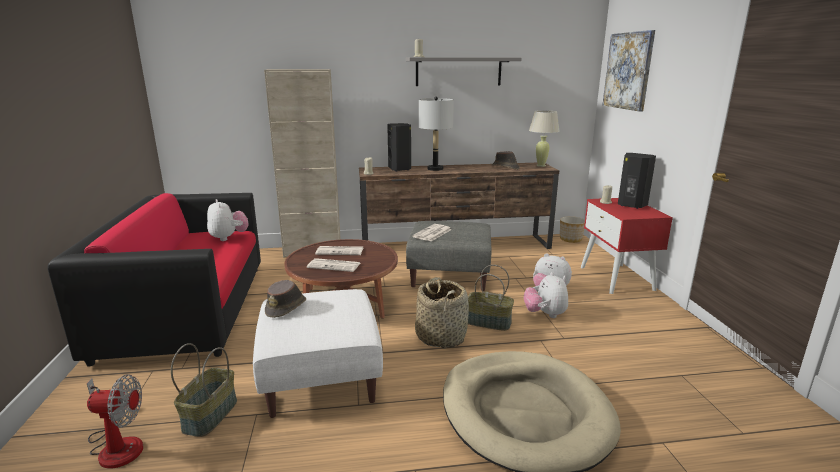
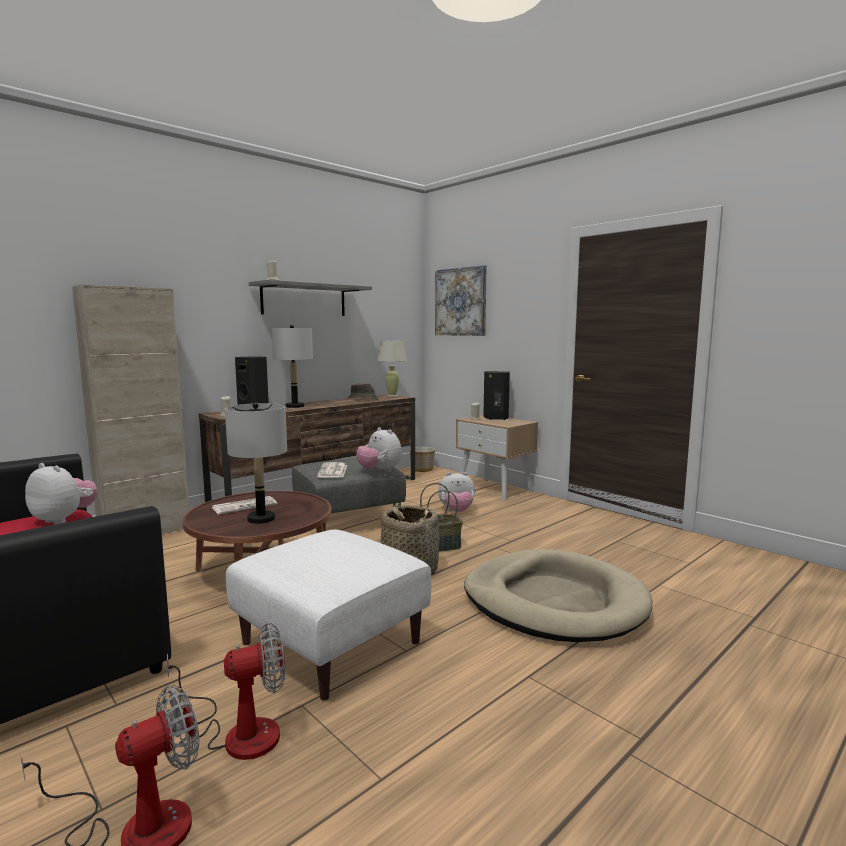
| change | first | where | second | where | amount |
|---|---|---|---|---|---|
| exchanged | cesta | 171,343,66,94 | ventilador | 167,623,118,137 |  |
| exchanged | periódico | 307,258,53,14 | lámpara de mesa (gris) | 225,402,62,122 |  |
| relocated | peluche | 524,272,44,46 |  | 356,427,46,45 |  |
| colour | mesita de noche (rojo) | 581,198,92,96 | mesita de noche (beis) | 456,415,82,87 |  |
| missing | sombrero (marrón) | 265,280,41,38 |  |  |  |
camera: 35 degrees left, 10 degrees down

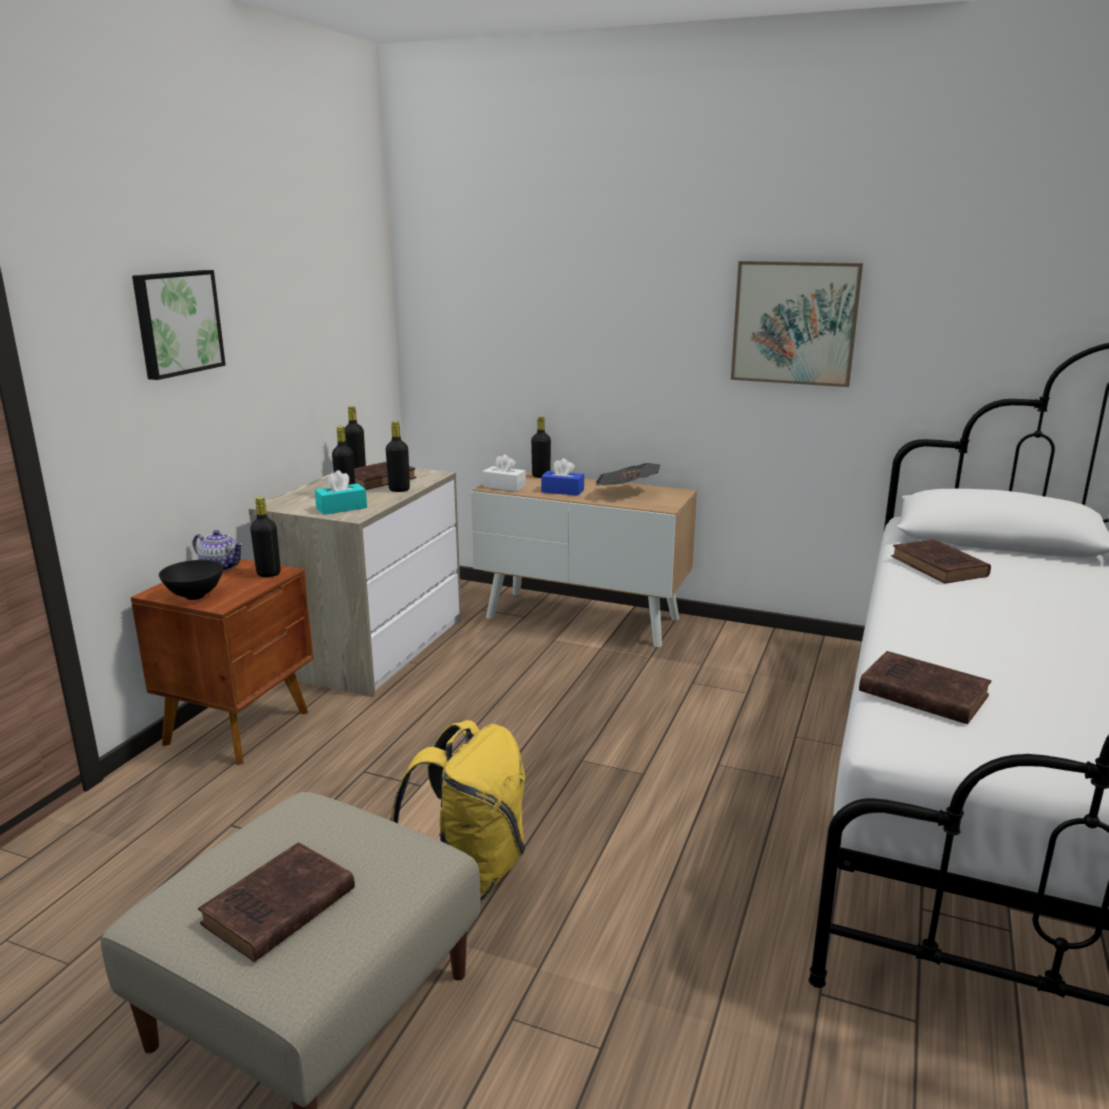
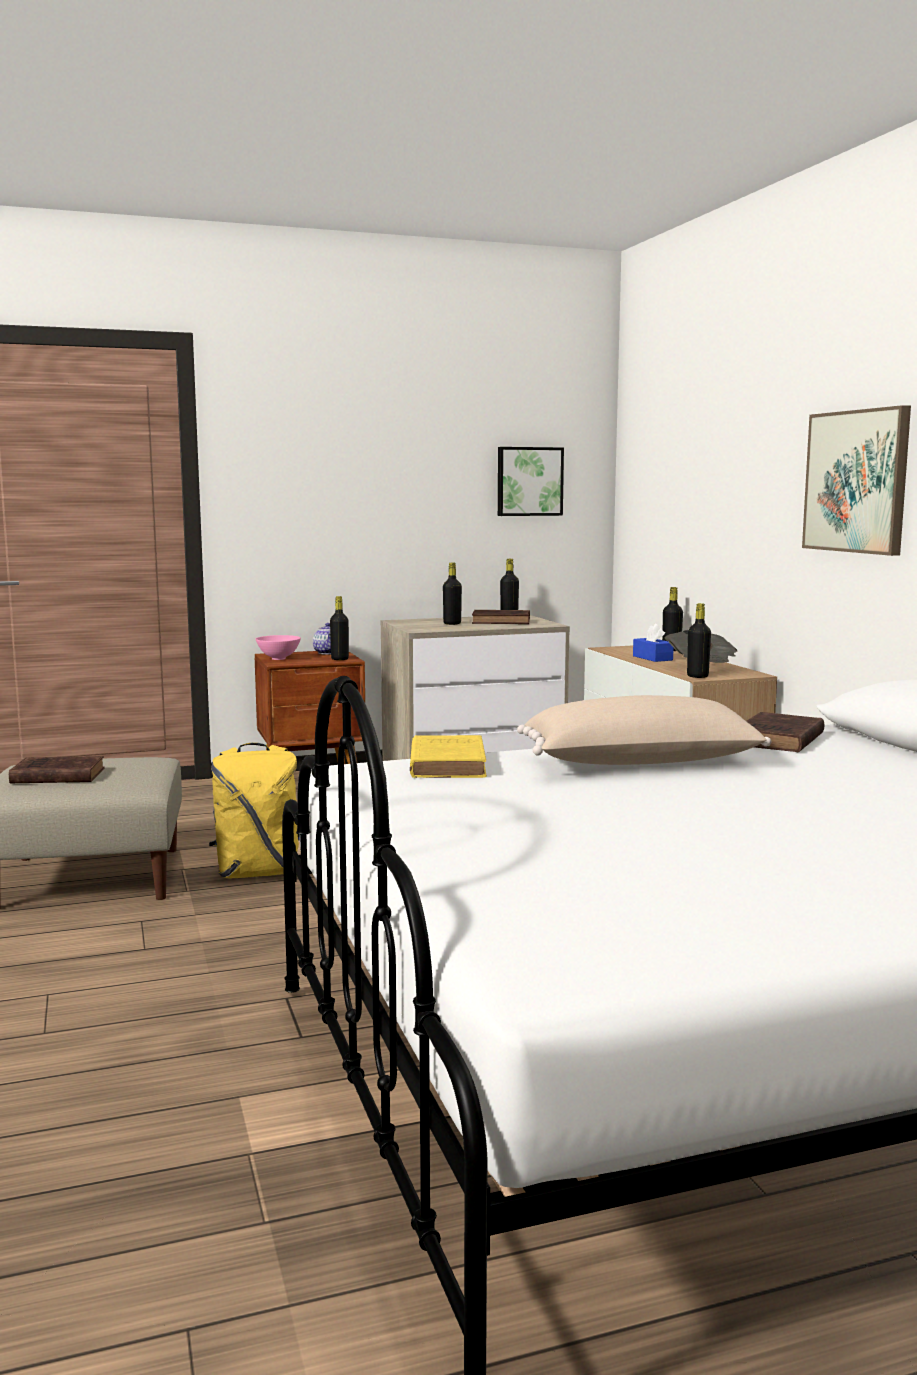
| change | first | where | second | where | amount |
|---|---|---|---|---|---|
| colour | cuenco (negro) | 159,560,64,40 | cuenco (rosa) | 256,635,45,25 |  |
| colour | libro (marrón) | 859,651,133,73 | libro (amarillo) | 410,735,77,43 |  |
| relocated | cuadro | 132,270,94,110 |  | 498,447,66,69 |  |
| appeared |  |  | cojín (beis) | 517,695,254,70 |  |
| relocated | botella (negro) | 386,421,24,71 |  | 687,603,24,75 |  |
| missing | caja de pañuelos (turquesa) | 315,470,52,45 |  |  |  |
| missing | caja de pañuelos (blanco) | 482,454,44,38 |  |  |  |
camera: 50 degrees right, 10 degrees down

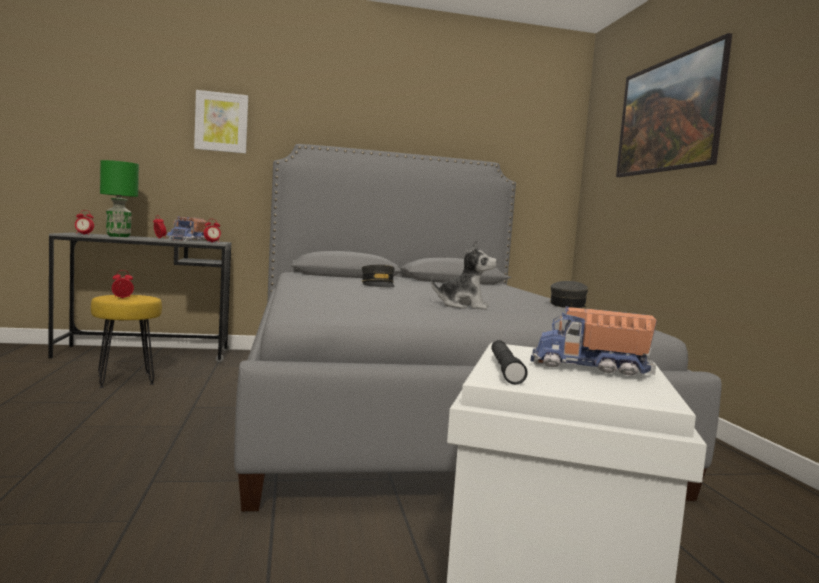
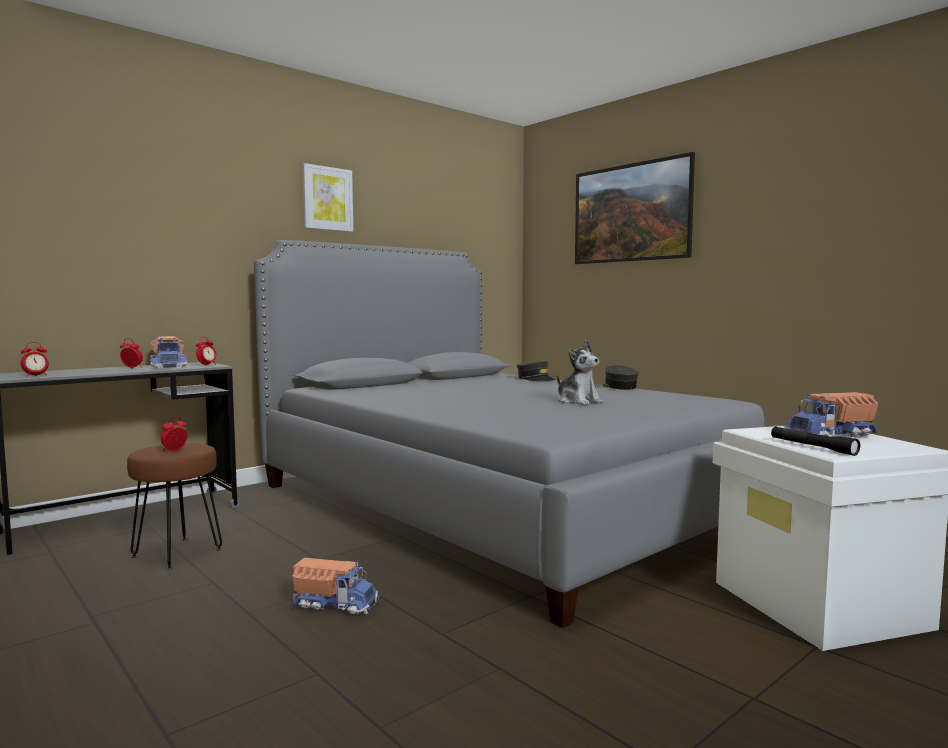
| change | first | where | second | where | amount |
|---|---|---|---|---|---|
| colour | taburete (amarillo) | 91,295,71,93 | taburete (marrón) | 127,443,95,126 |  |
| appeared |  |  | camión de juguete | 292,558,88,56 |  |
| relocated | cuadro | 194,90,54,64 |  | 302,163,51,69 |  |
| relocated | gorra (gris) | 362,264,33,23 |  | 517,361,38,20 |  |
| spun | peluche | 431,240,66,70 |  | 557,340,46,65 | 75 degrees clockwise |
| missing | lámpara de mesa (verde) | 100,160,39,77 |  |  |  |
camera: 30 degrees left, 0 degrees up

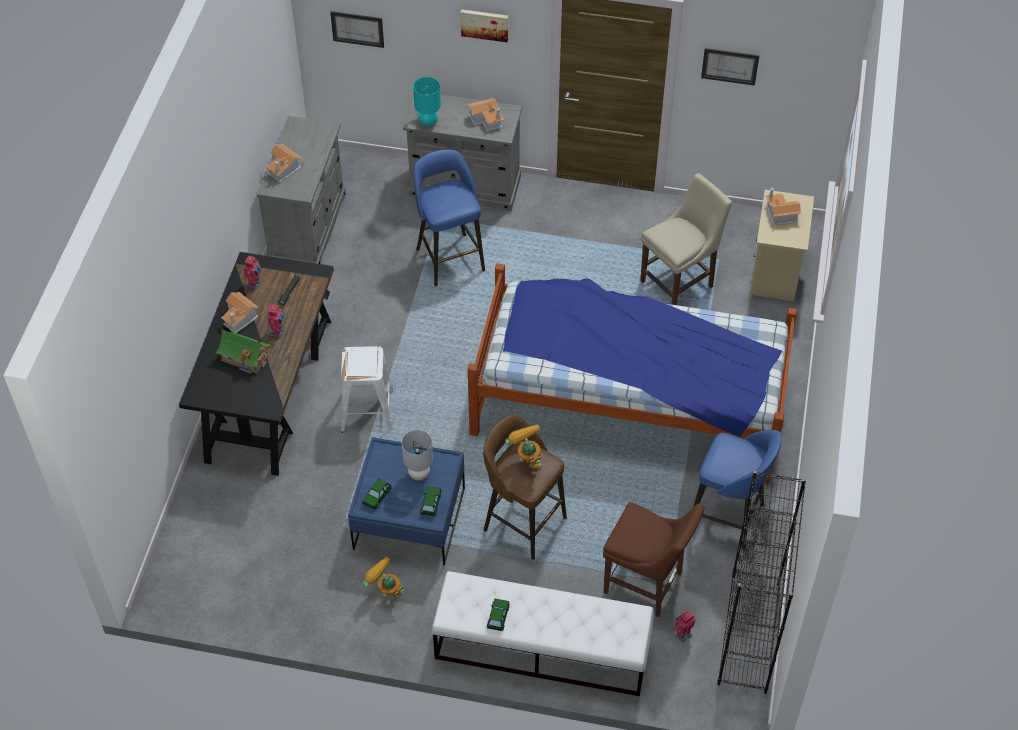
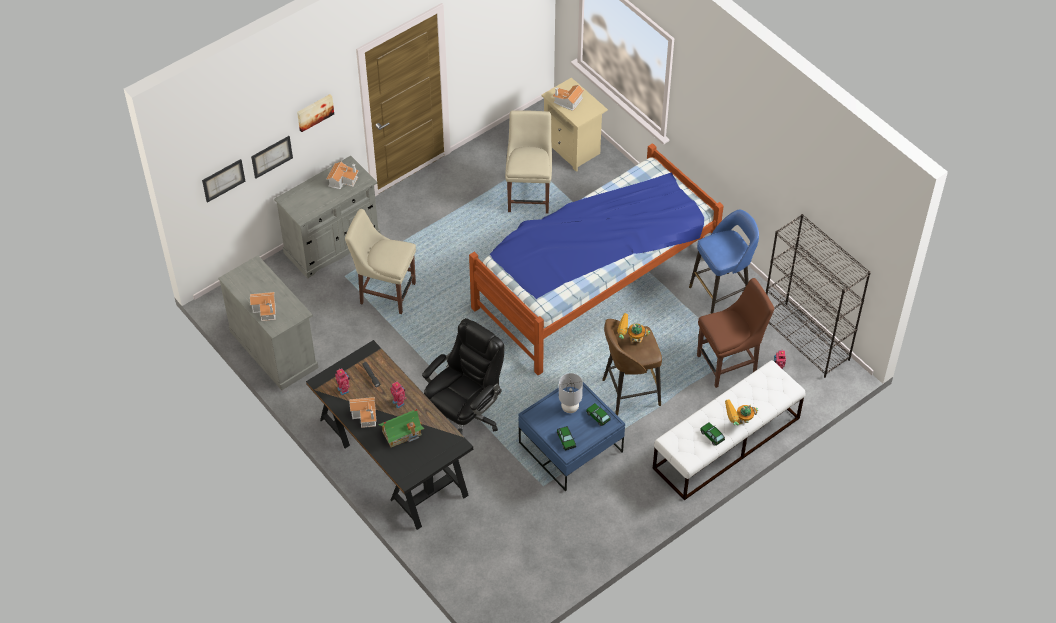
| change | first | where | second | where | amount |
|---|---|---|---|---|---|
| relocated | cuadro | 701,48,58,37 |  | 251,136,42,43 |  |
| exchanged | taburete (azul) | 414,150,71,136 | silla (beis) | 345,209,71,105 |  |
| exchanged | taburete (blanco) | 341,346,53,86 | silla de oficina (negro) | 422,318,82,116 |  |
| relocated | robot de juguete | 363,557,41,42 |  | 725,399,33,26 |  |
| missing | lámpara de mesa (turquesa) | 413,77,28,49 |  |  |  |
camera: 50 degrees left, 0 degrees up

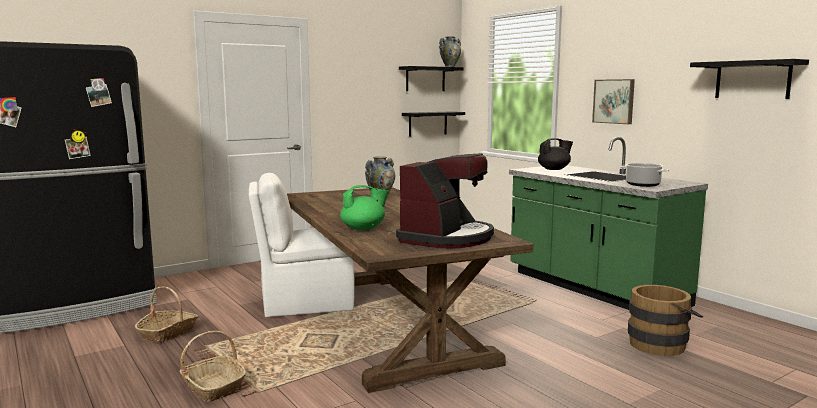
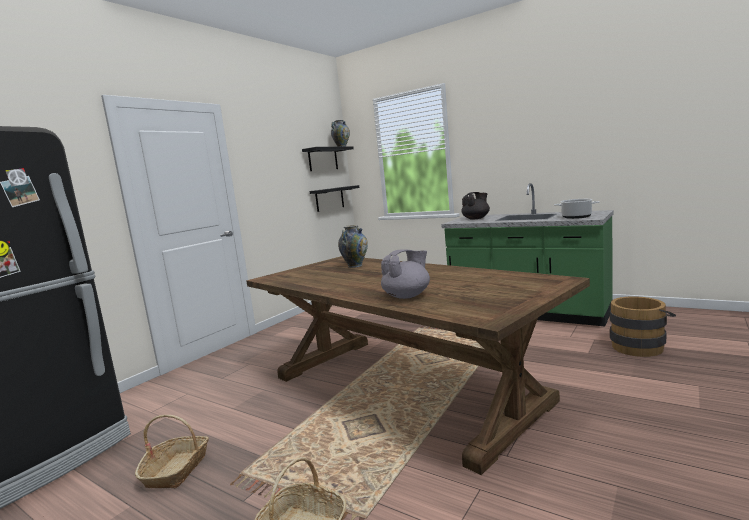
| change | first | where | second | where | amount |
|---|---|---|---|---|---|
| colour | tetera (verde) | 340,185,49,45 | tetera (gris) | 381,249,49,50 |  |
| missing | silla (blanco) | 249,173,106,144 |  |  |  |
| missing | cafetera | 396,153,98,96 |  |  |  |
| missing | cuadro | 592,79,43,45 |  |  |  |
| missing | estante (negro) | 690,59,119,40 |  |  |  |
camera: 20 degrees left, 0 degrees up

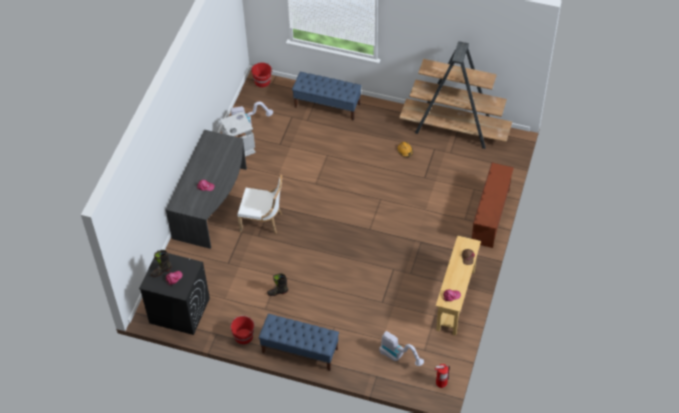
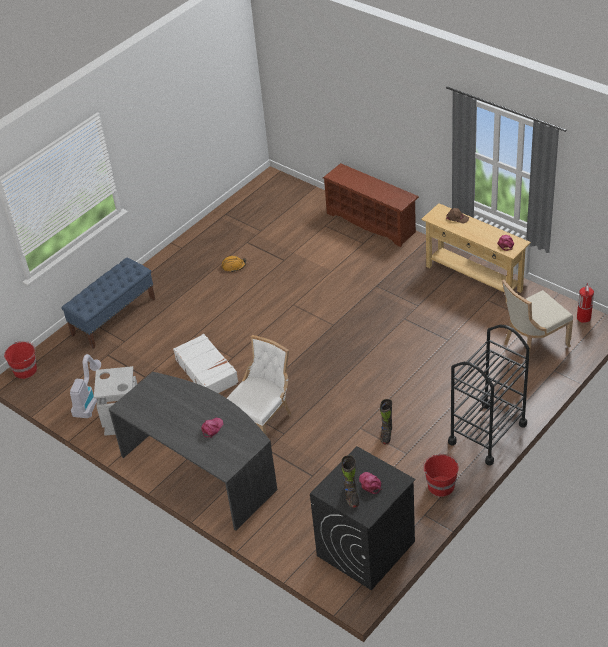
| change | first | where | second | where | amount |
|---|---|---|---|---|---|
| appeared |  |  | maleta (blanco) | 173,334,66,59 |  |
| exchanged | banco (azul) | 259,314,80,57 | carrito (negro) | 448,325,82,141 |  |
| exchanged | aspiradora | 380,331,44,35 | silla (beis) | 502,279,71,78 |  |
| missing | estantería (marrón) | 399,41,113,108 |  |  |  |
camera: 65 degrees left, 10 degrees down

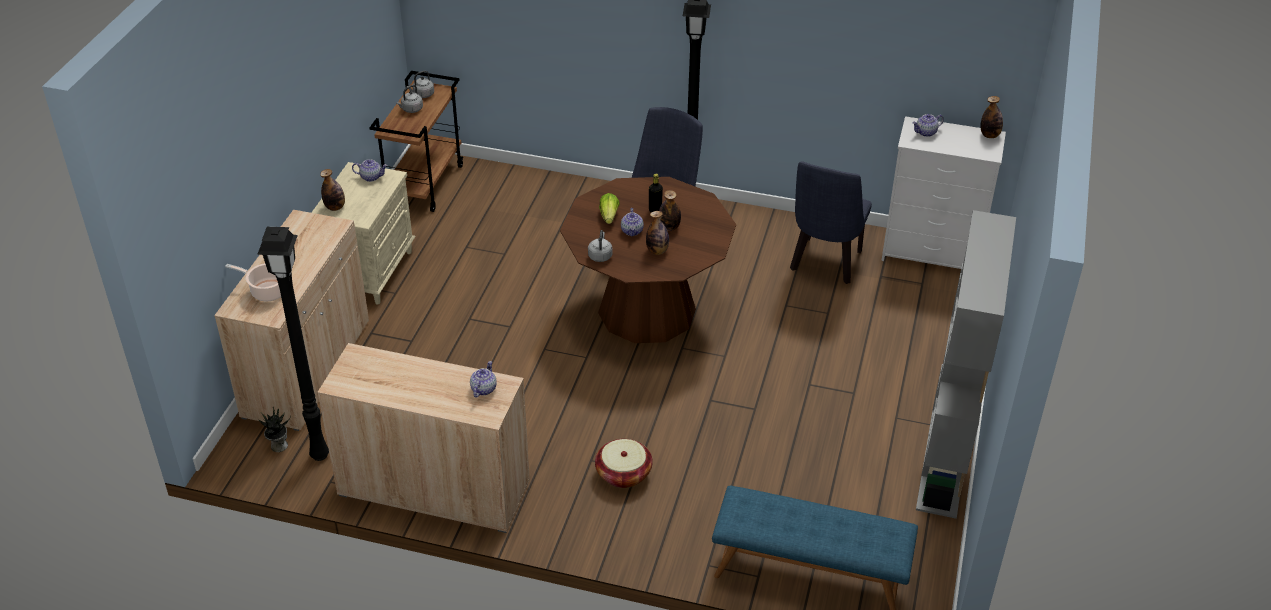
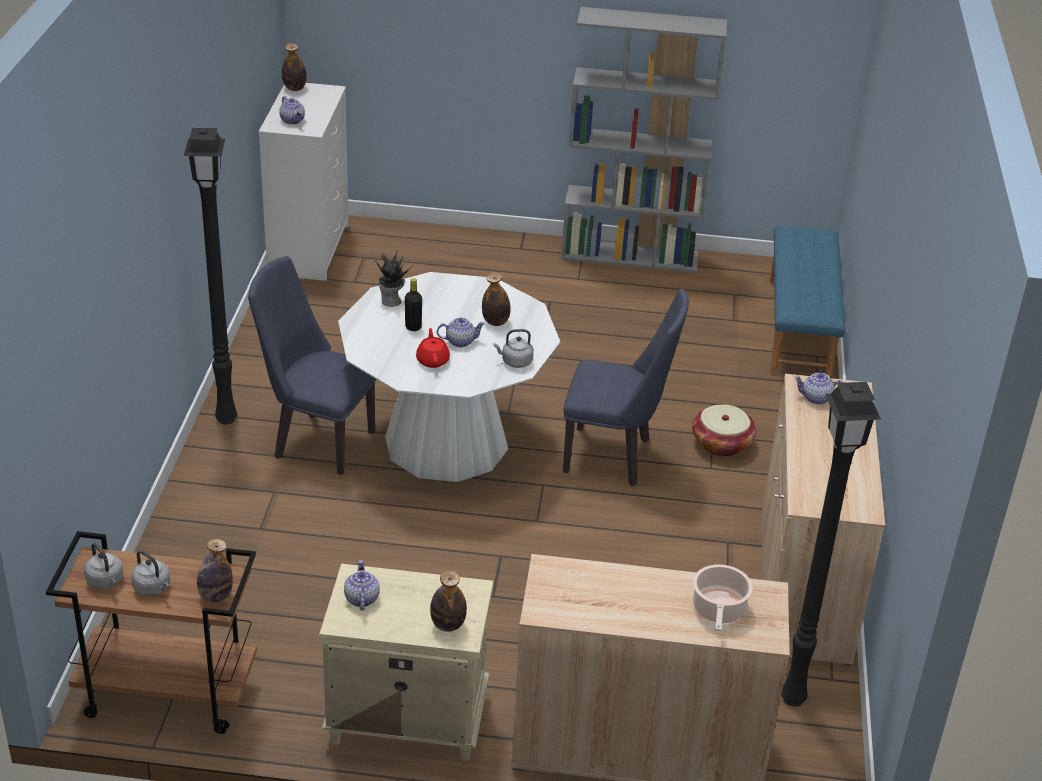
| change | first | where | second | where | amount |
|---|---|---|---|---|---|
| relocated | botella | 659,190,22,41 |  | 197,539,36,64 |  |
| colour | mesa de comedor (marrón) | 560,177,176,166 | mesa de comedor (blanco) | 338,272,222,210 |  |
| relocated | planta en maceta | 259,407,32,45 |  | 375,251,38,56 |  |
| exchanged | lechuga | 599,193,21,31 | tetera (rojo) | 416,328,34,40 |  |
| relocated | silla (azul) | 790,161,82,123 |  | 563,289,126,198 |  |
camera: 100 degrees left, 5 degrees down

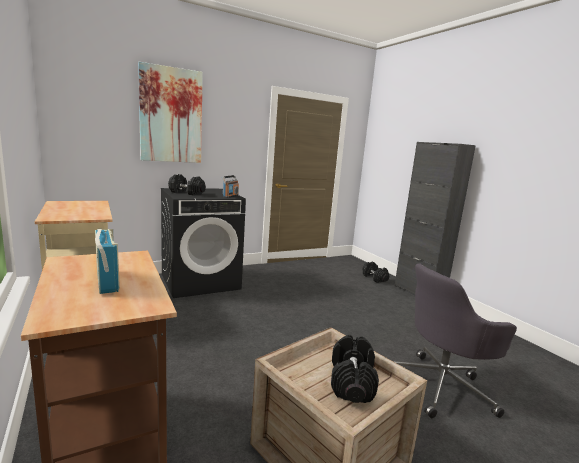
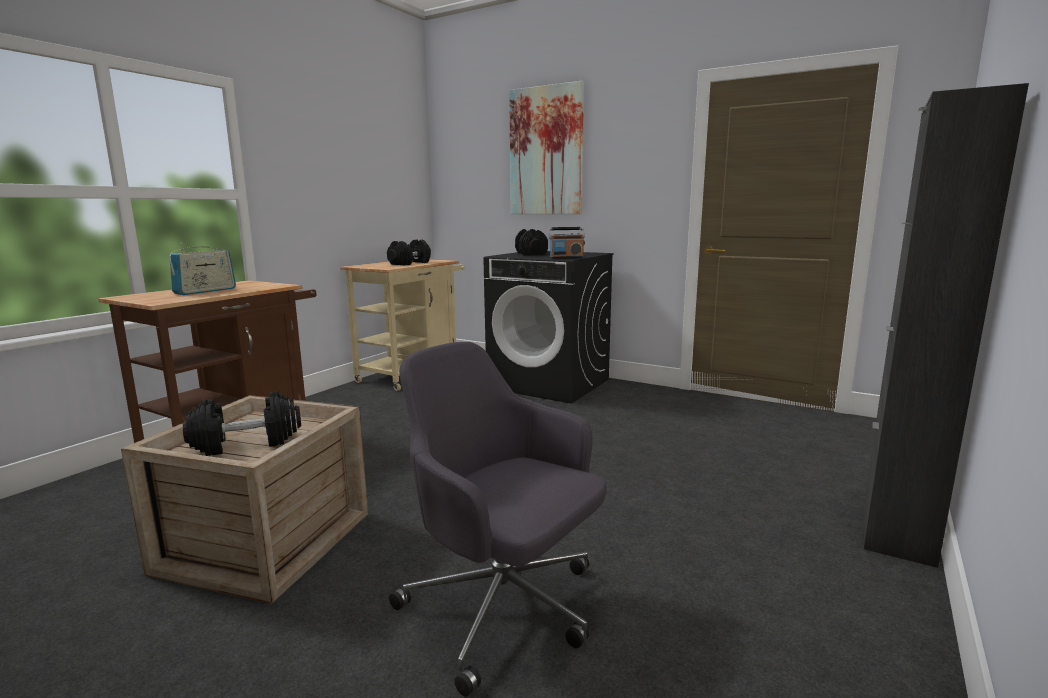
| change | first | where | second | where | amount |
|---|---|---|---|---|---|
| relocated | mancuerna (negro) | 363,262,26,21 |  | 387,239,44,26 |  |
camera: 60 degrees right, 0 degrees up

